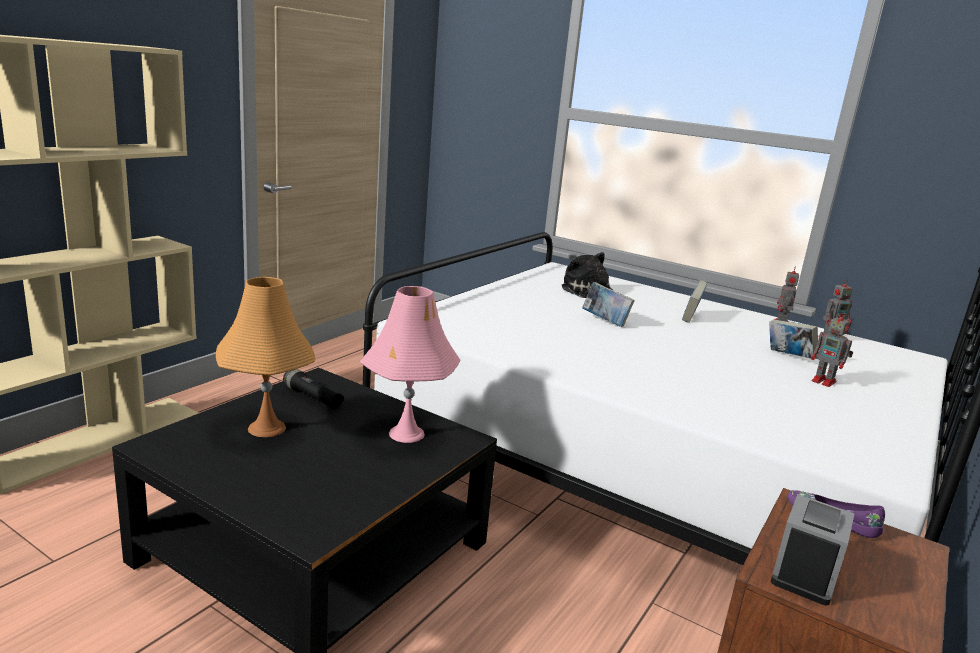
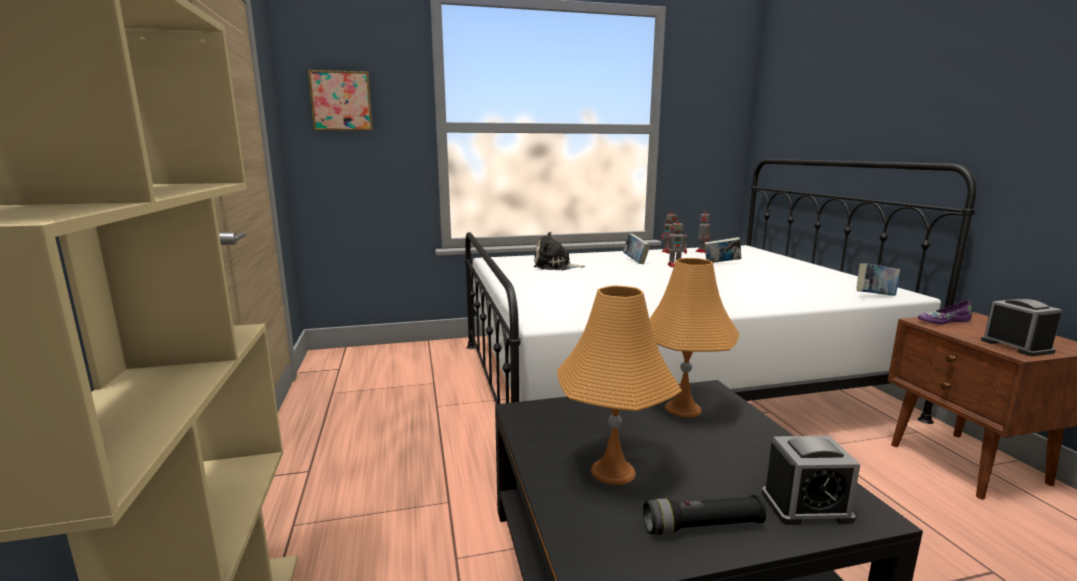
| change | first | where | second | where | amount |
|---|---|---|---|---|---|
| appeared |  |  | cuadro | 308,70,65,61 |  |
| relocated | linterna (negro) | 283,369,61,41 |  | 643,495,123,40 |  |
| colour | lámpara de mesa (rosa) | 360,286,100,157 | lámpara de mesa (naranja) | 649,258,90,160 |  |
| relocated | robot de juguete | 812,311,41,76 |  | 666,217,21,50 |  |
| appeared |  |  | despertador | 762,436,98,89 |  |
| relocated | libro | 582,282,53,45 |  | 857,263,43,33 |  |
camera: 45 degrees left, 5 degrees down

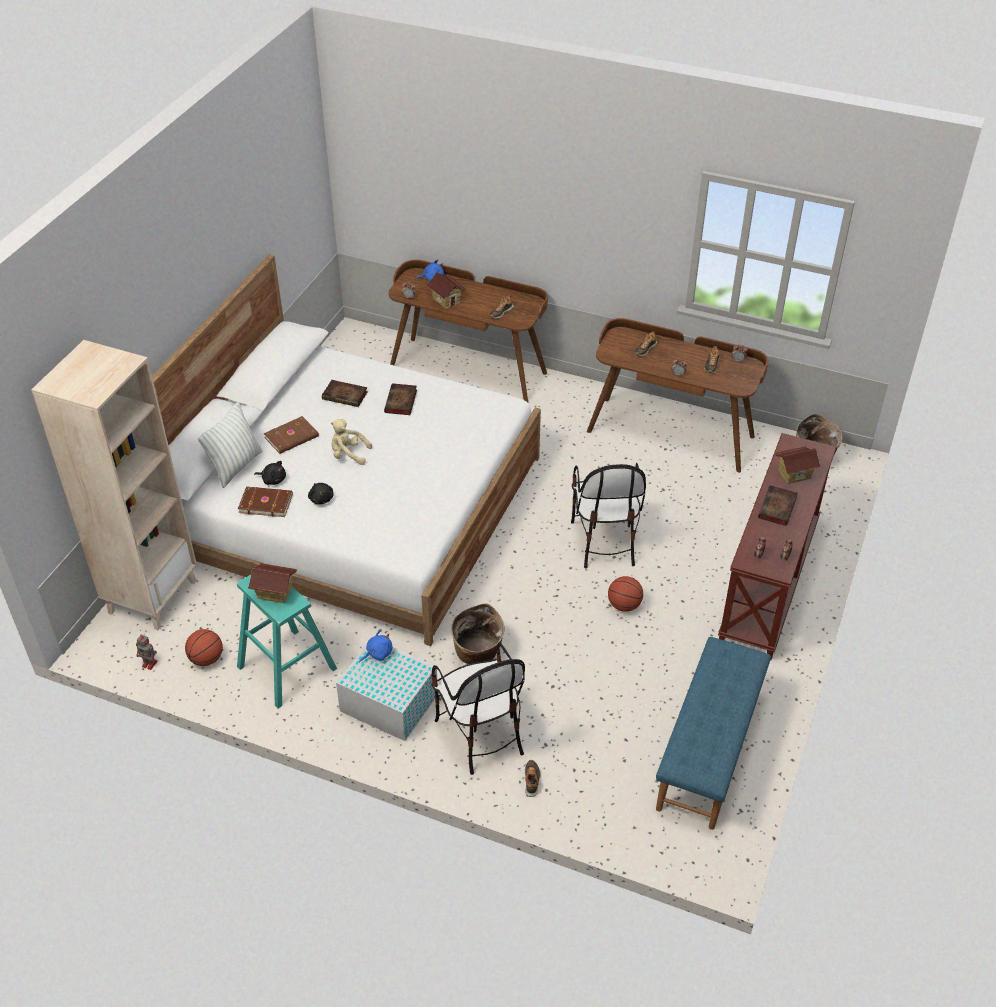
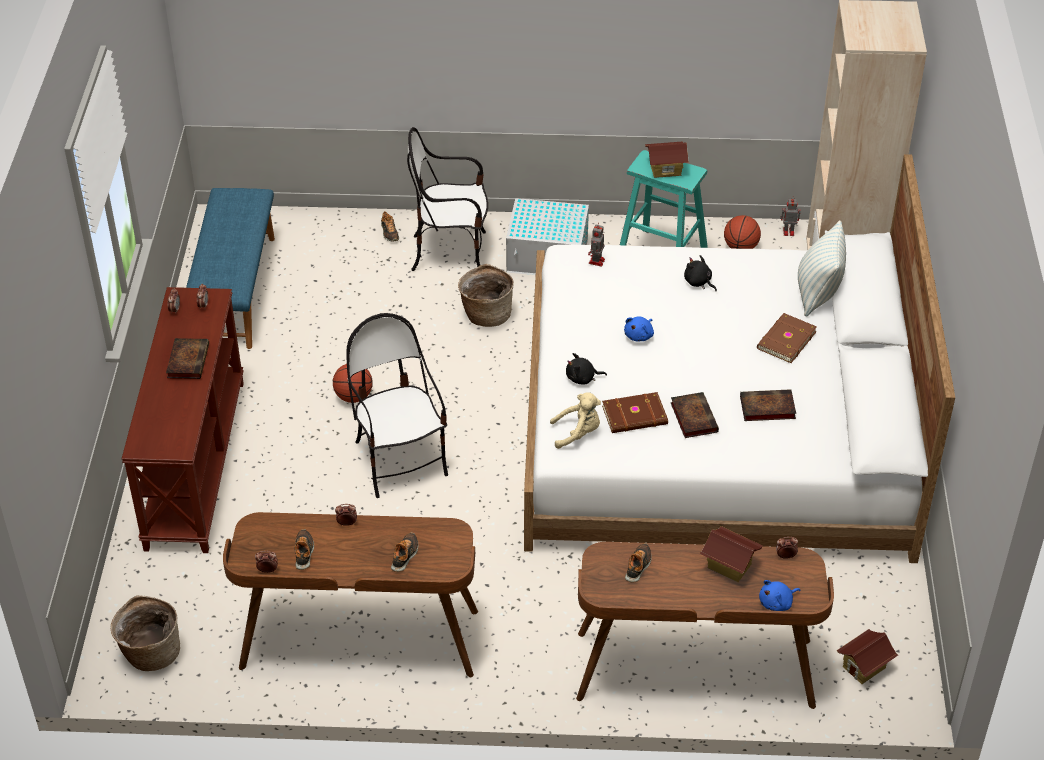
| change | first | where | second | where | amount |
|---|---|---|---|---|---|
| spun | silla | 431,642,94,133 |  | 407,127,81,144 | 45 degrees counterclockwise |
| relocated | peluche (beis) | 331,419,41,46 |  | 550,392,51,57 |  |
| relocated | peluche (negro) | 254,461,32,24 |  | 566,353,41,31 |  |
| appeared |  |  | robot de juguete | 588,223,17,44 |  |
| relocated | libro (marrón) | 238,486,55,31 |  | 602,392,66,41 |  |
| relocated | peluche (azul) | 359,630,34,32 |  | 624,316,30,25 |  |
| relocated | casita | 774,446,47,38 |  | 836,629,62,55 |  |
camera: 160 degrees right, 0 degrees up

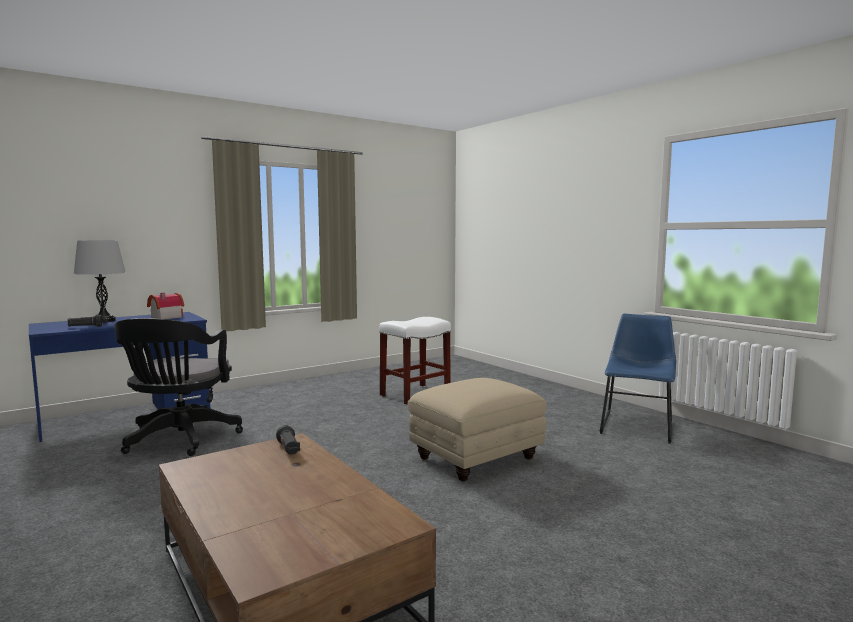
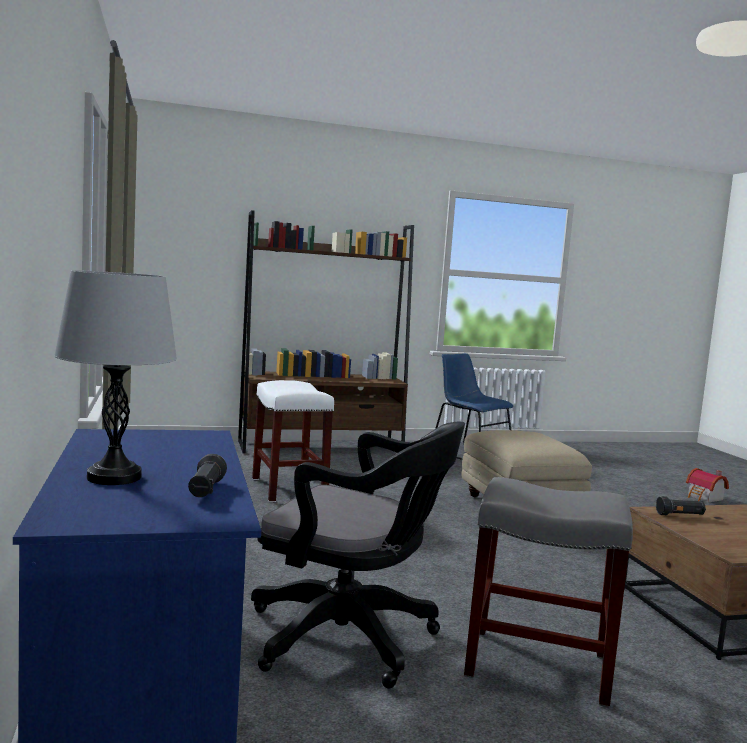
| change | first | where | second | where | amount |
|---|---|---|---|---|---|
| appeared |  |  | estantería (marrón) | 238,210,176,244 |  |
| appeared |  |  | taburete (gris) | 464,477,169,230 |  |
| relocated | casita | 147,293,37,26 |  | 686,468,43,34 |  |
camera: 70 degrees left, 0 degrees up

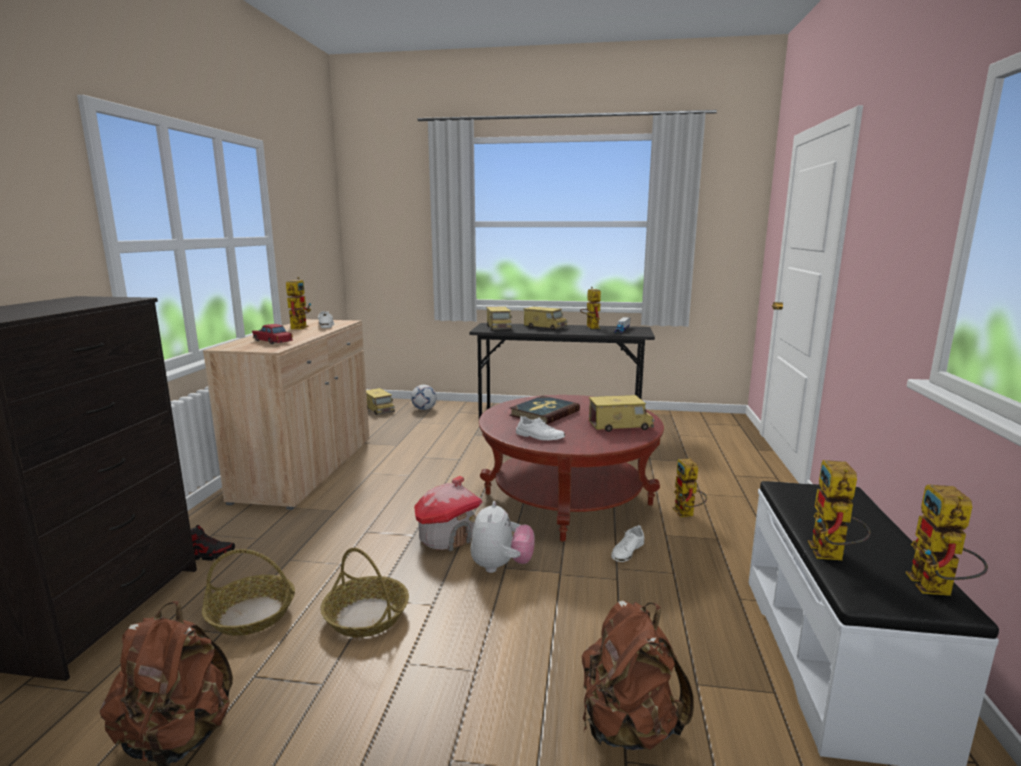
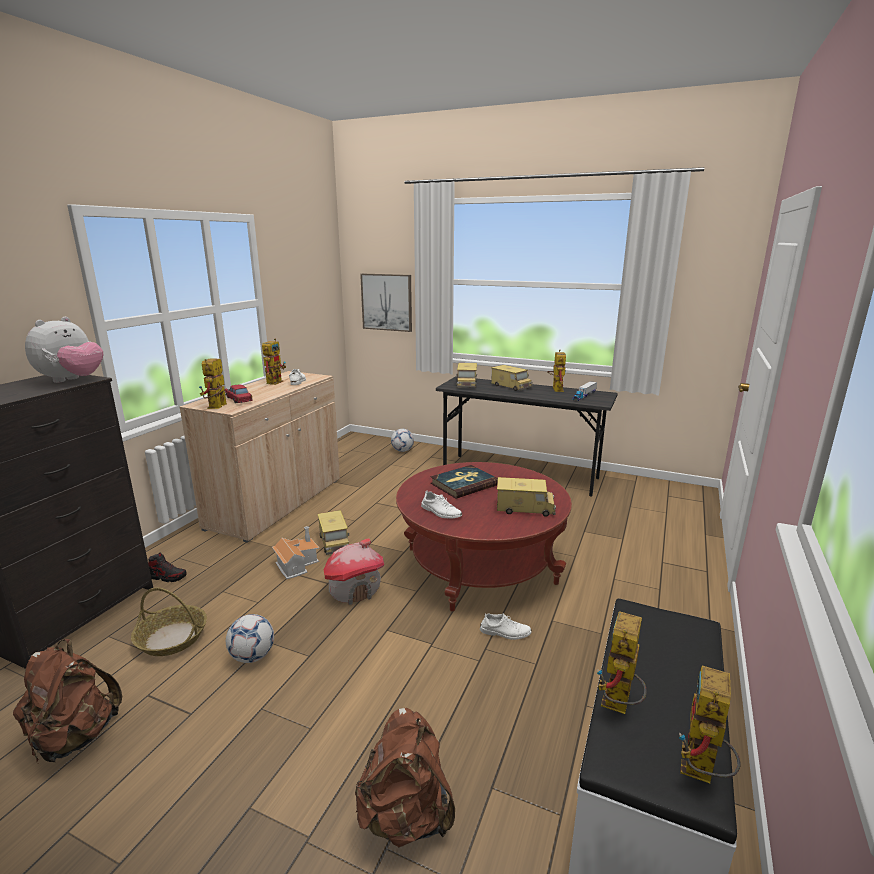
| change | first | where | second | where | amount |
|---|---|---|---|---|---|
| relocated | peluche | 470,501,65,72 |  | 25,317,78,66 |  |
| relocated | robot de juguete | 673,458,34,59 |  | 199,358,28,51 |  |
| exchanged | cesta | 320,548,89,89 | balón de fútbol | 226,614,48,49 |  |
| appeared |  |  | casita | 272,526,47,53 |  |
| relocated | camión de juguete | 366,388,29,27 |  | 317,510,32,45 |  |
| appeared |  |  | cuadro | 360,274,52,58 |  |
| spun | zapato (blanco) | 611,525,33,37 |  | 480,613,52,27 | 135 degrees counterclockwise |
camera: 15 degrees right, 5 degrees up

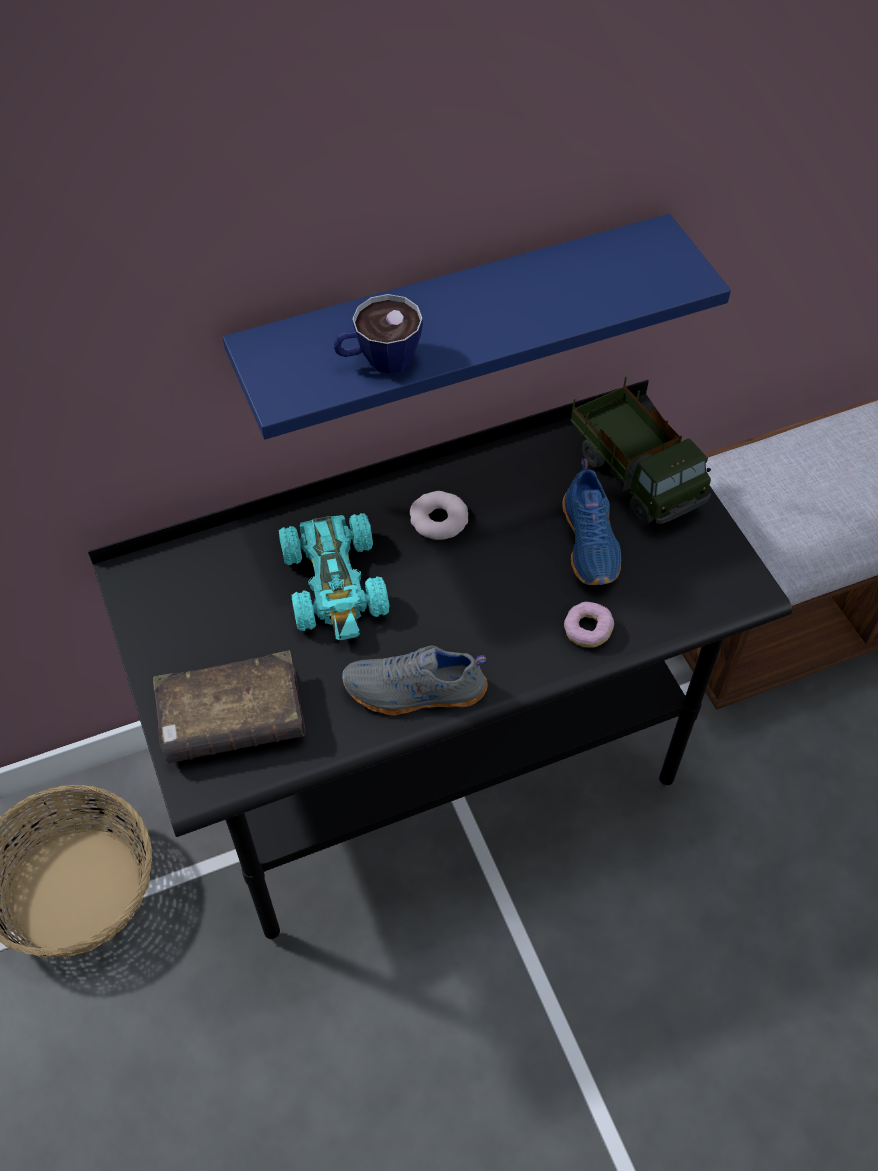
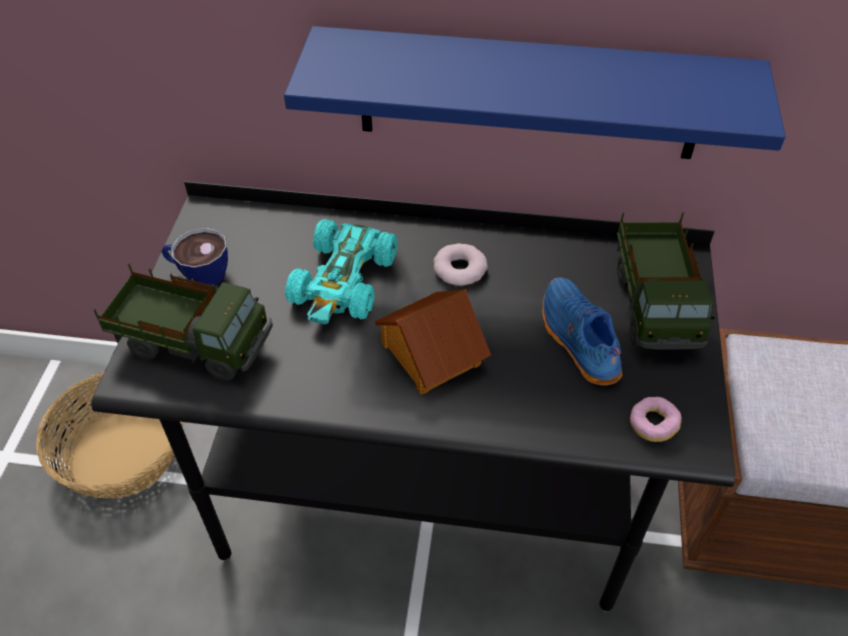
| change | first | where | second | where | amount |
|---|---|---|---|---|---|
| exchanged | libro (marrón) | 153,651,153,113 | camión de juguete | 94,264,179,116 |  |
| relocated | taza | 333,294,90,80 |  | 161,227,67,61 |  |
| appeared |  |  | casita | 375,289,116,105 |  |
| spun | zapato (azul) | 562,458,59,127 |  | 542,278,80,107 | 135 degrees clockwise |
| relocated | rosquilla | 564,602,50,46 |  | 630,397,52,45 |  |
| missing | zapato (gris) | 342,645,146,71 |  |  |  |
camera: 30 degrees right, 5 degrees down

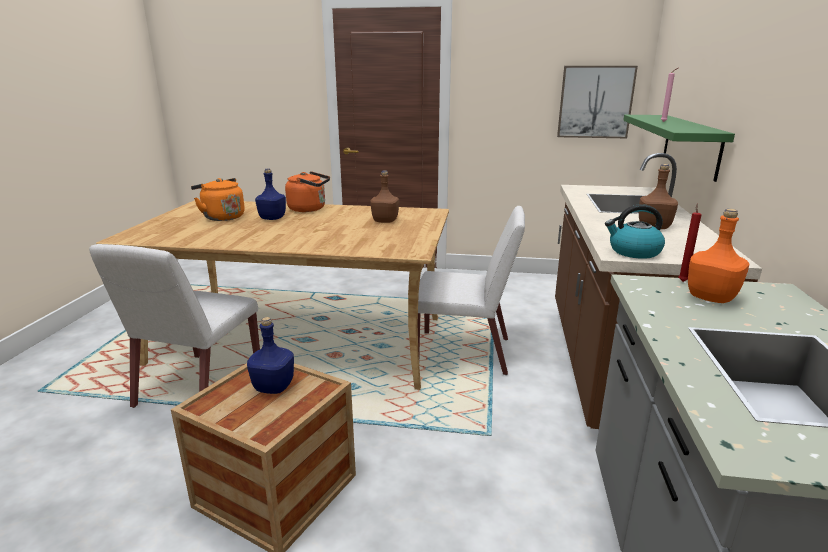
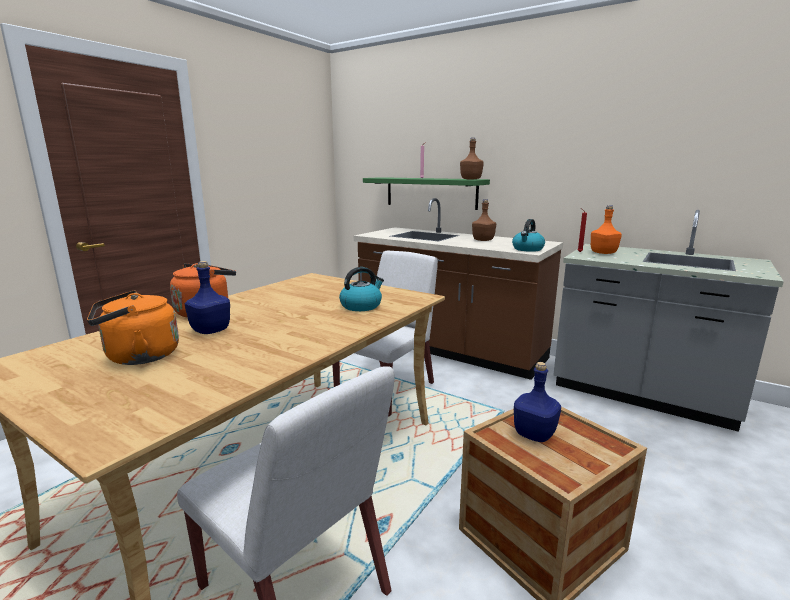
| change | first | where | second | where | amount |
|---|---|---|---|---|---|
| appeared |  |  | hervidor | 339,267,45,44 |  |
| relocated | botella (marrón) | 370,170,29,53 |  | 460,138,24,42 |  |
| missing | cuadro | 557,66,81,72 |  |  |  |
camera: 65 degrees left, 5 degrees down

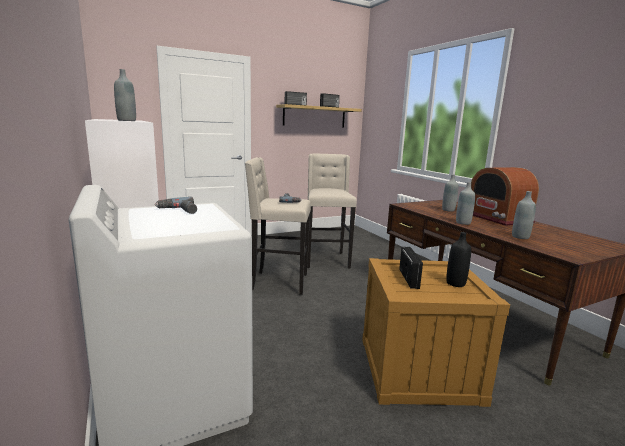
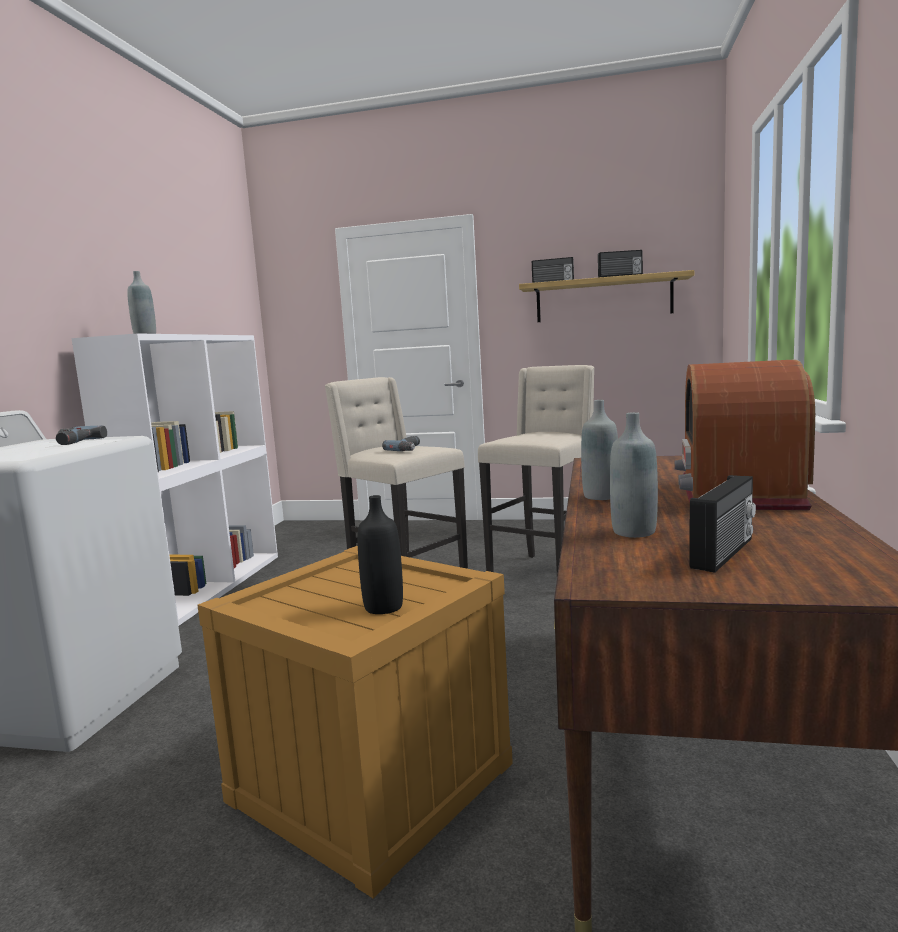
| change | first | where | second | where | amount |
|---|---|---|---|---|---|
| relocated | radio | 399,247,24,42 |  | 689,475,67,98 |  |
| missing | botella (gris) | 442,174,16,38 |  |  |  |
camera: 40 degrees right, 5 degrees down

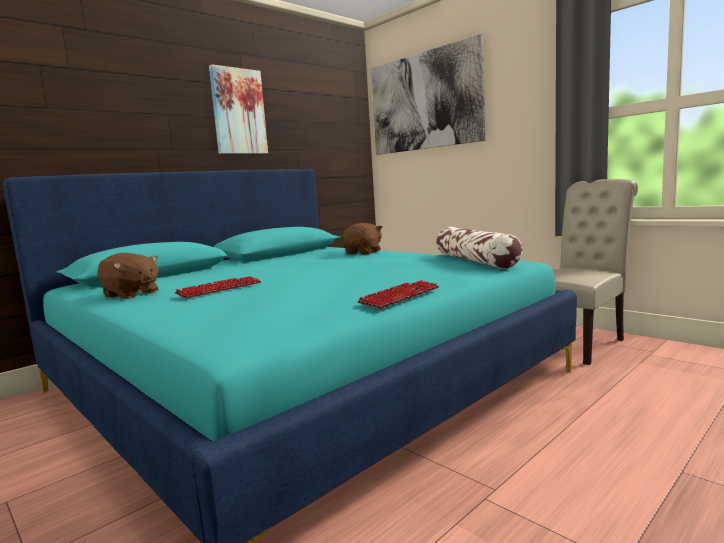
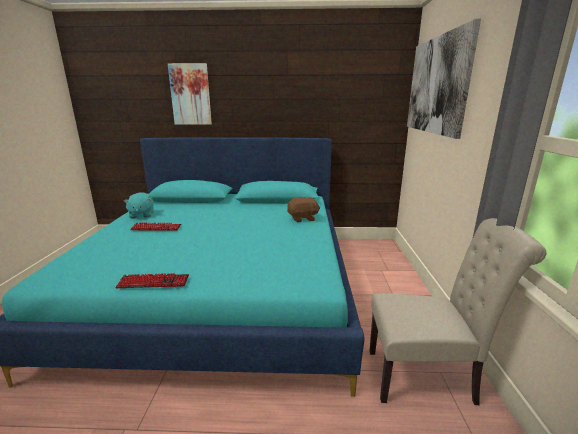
| change | first | where | second | where | amount |
|---|---|---|---|---|---|
| colour | peluche (marrón) | 97,253,62,46 | peluche (turquesa) | 123,192,30,27 |  |
| relocated | cuadro | 209,64,59,90 |  | 168,63,44,62 |  |
| missing | cojín | 437,227,85,42 |  |  |  |
camera: 45 degrees right, 10 degrees up

